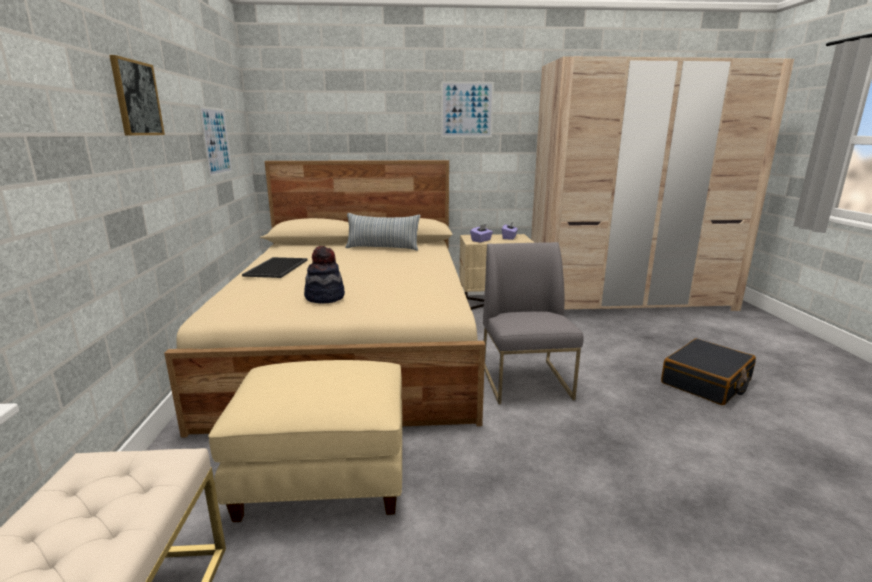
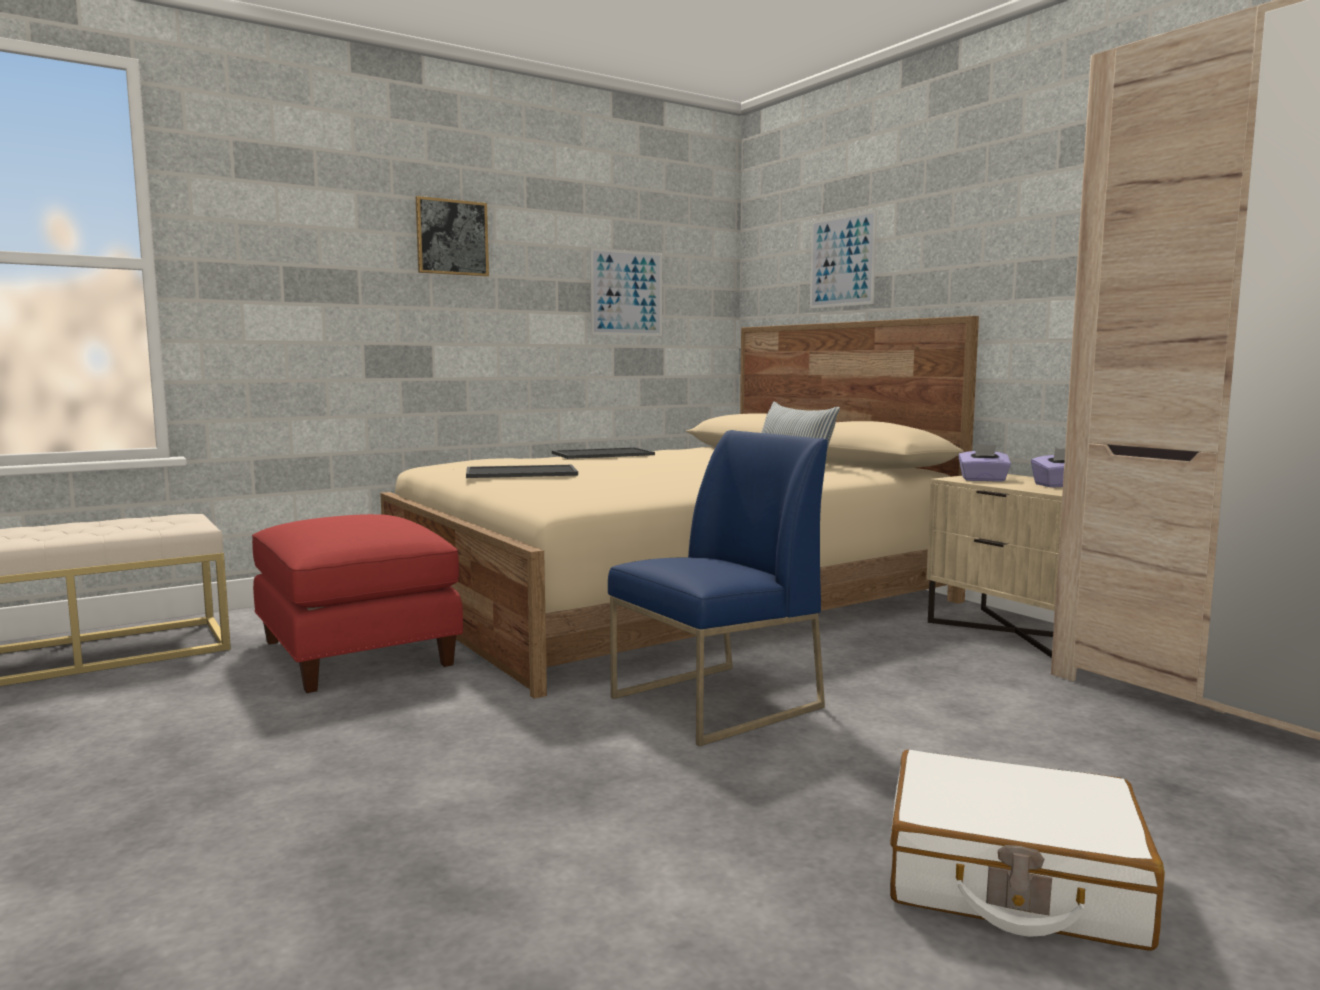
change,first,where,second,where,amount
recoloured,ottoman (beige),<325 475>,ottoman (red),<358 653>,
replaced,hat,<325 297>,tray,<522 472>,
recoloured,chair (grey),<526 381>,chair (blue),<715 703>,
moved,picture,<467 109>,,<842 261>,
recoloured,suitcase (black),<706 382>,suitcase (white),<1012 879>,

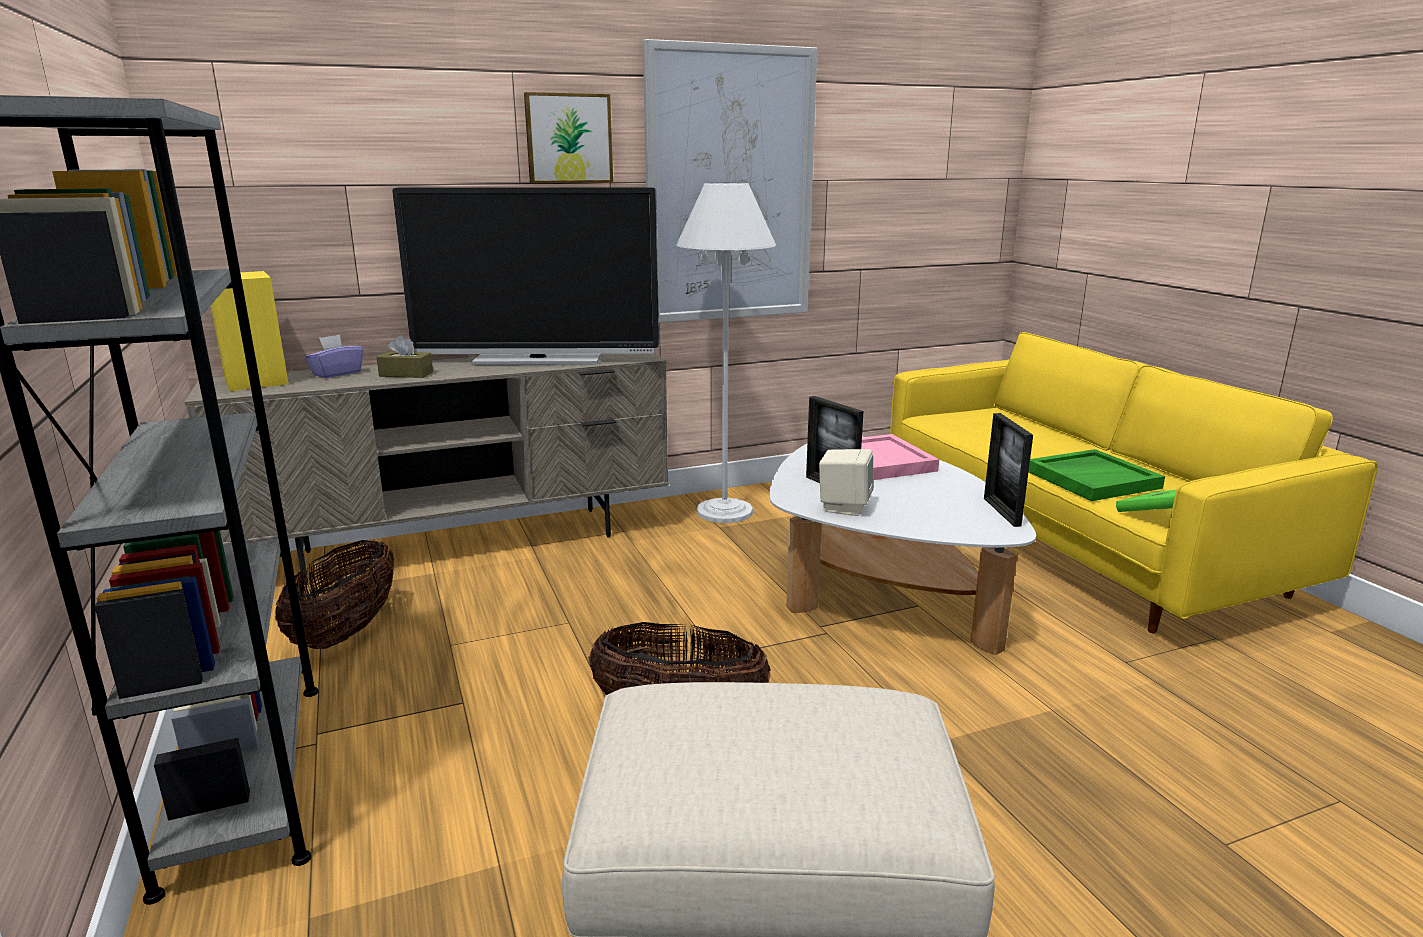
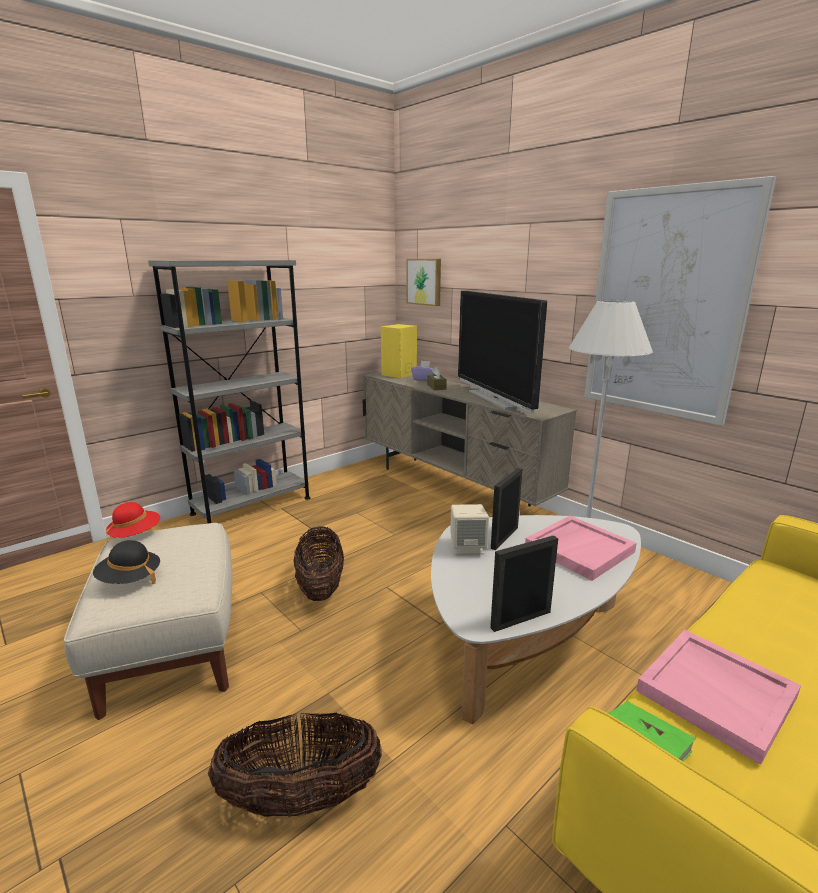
change,first,where,second,where,amount
added,,,hat (black),<129 579>,
added,,,hat (red),<135 534>,
moved,basket,<346 632>,,<301 798>,
moved,picture,<568 138>,,<425 281>,
recoloured,tray (green),<1092 479>,tray (pink),<717 694>,

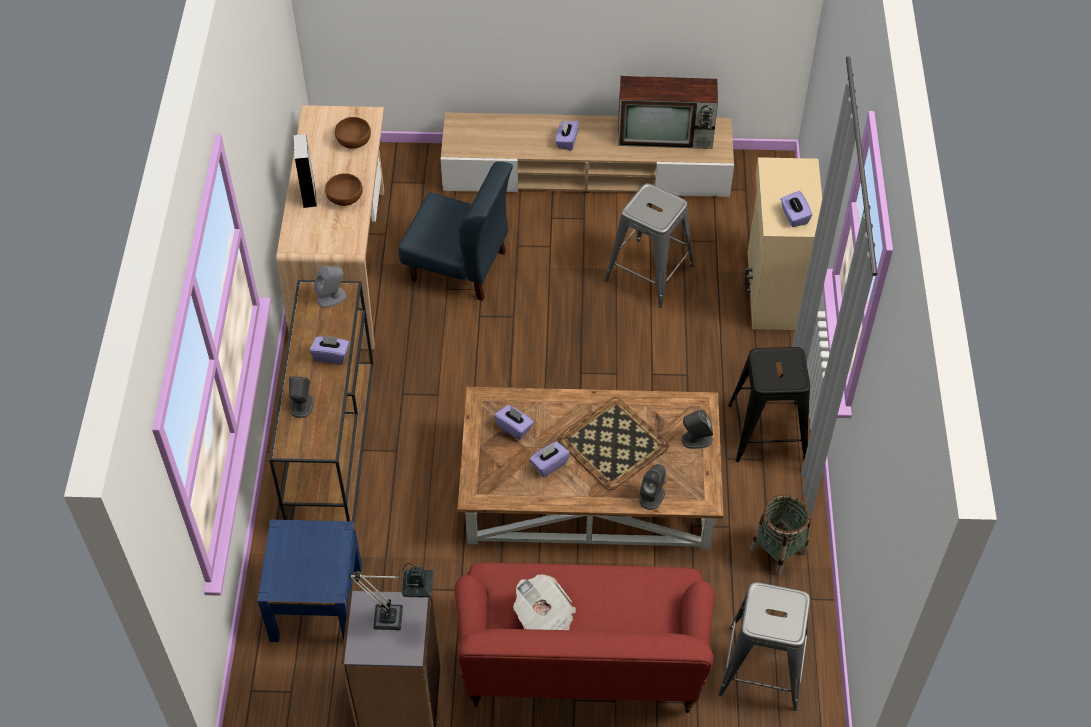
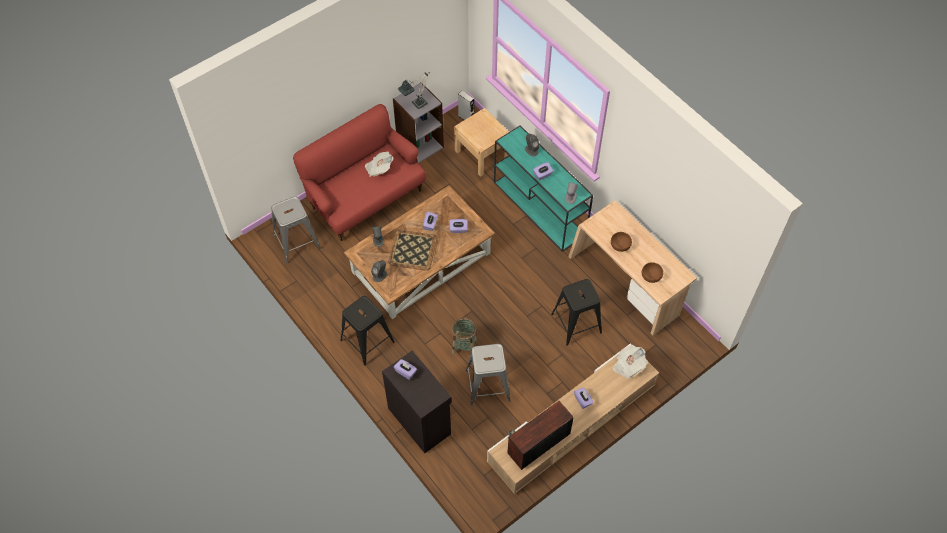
change,first,where,second,where,amount
recoloured,cabinet (beige),<774 291>,cabinet (black),<420 420>,
moved,basket,<778 551>,,<464 346>,
recoloured,nightstand (blue),<316 602>,nightstand (beige),<482 154>,
moved,speaker (grey),<309 195>,,<466 118>,
recoloured,console table (brown),<332 444>,console table (turquoise),<540 209>,
replaced,chair (blue),<459 266>,stool (black),<576 323>,
added,,,newspaper,<628 365>,

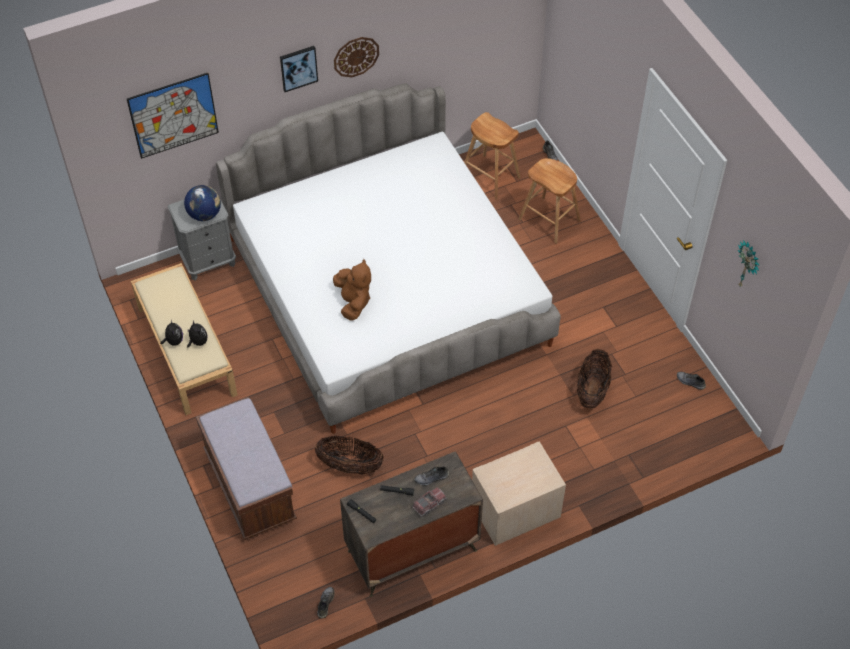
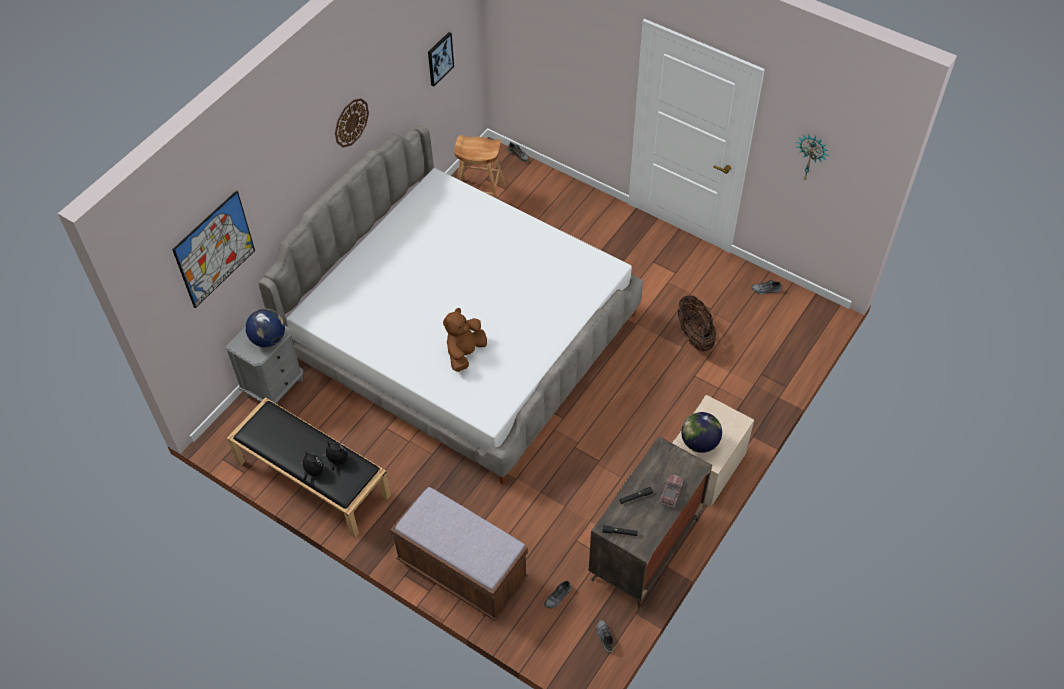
change,first,where,second,where,amount
recoloured,bench (beige),<185 350>,bench (black),<311 478>,
moved,picture,<298 68>,,<439 58>,
turned,plush toy (brown),<353 302>,,<465 353>,105 degrees counterclockwise
moved,shoe (grey),<431 478>,,<558 597>,
added,,,globe,<699 442>,
removed,basket,<350 465>,,,
removed,stool (brown),<549 220>,,,

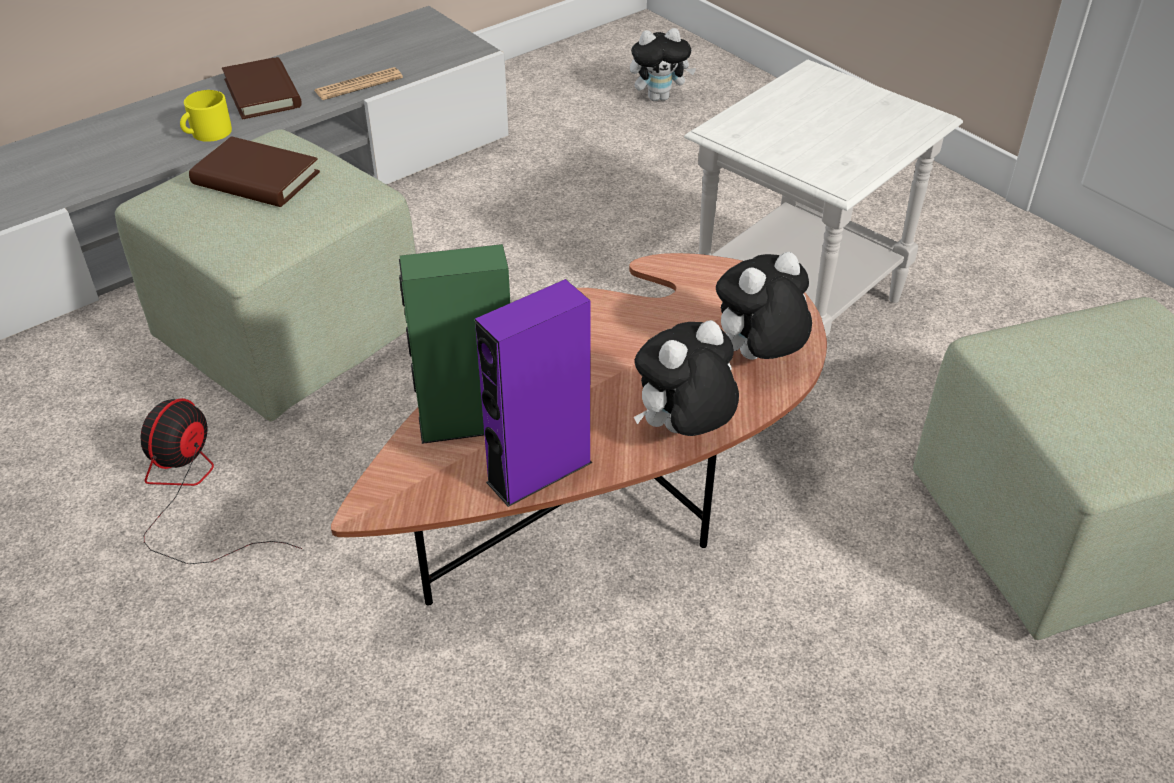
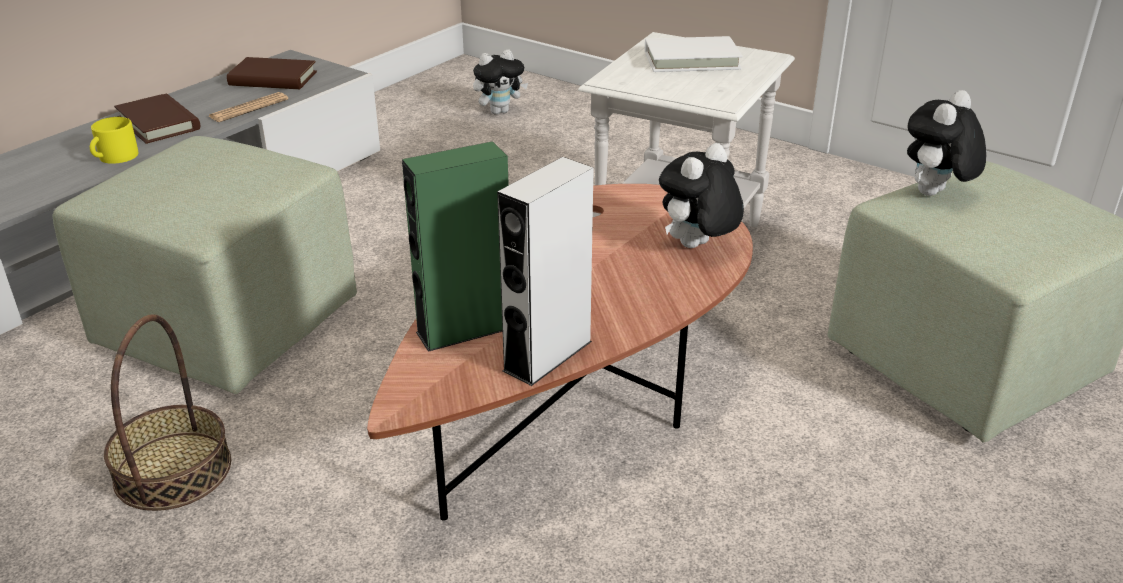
change,first,where,second,where,amount
replaced,fan,<192 494>,basket,<172 470>,
moved,book (brown),<256 179>,,<273 79>,
recoloured,speaker (purple),<539 472>,speaker (grey),<547 355>,
added,,,book (white),<691 60>,
moved,plush toy,<683 432>,,<934 195>,

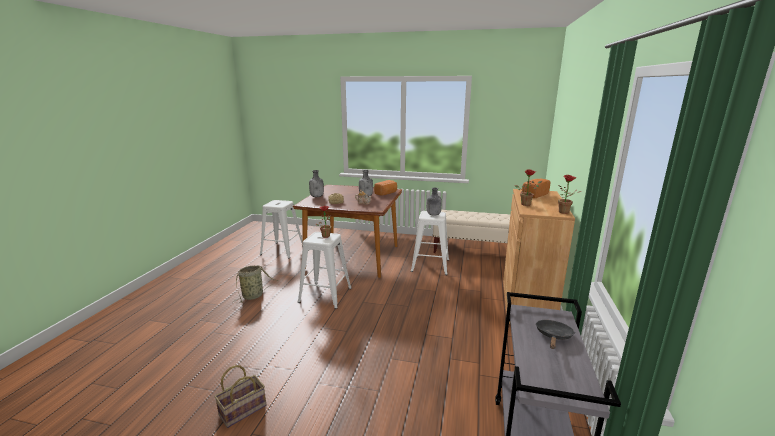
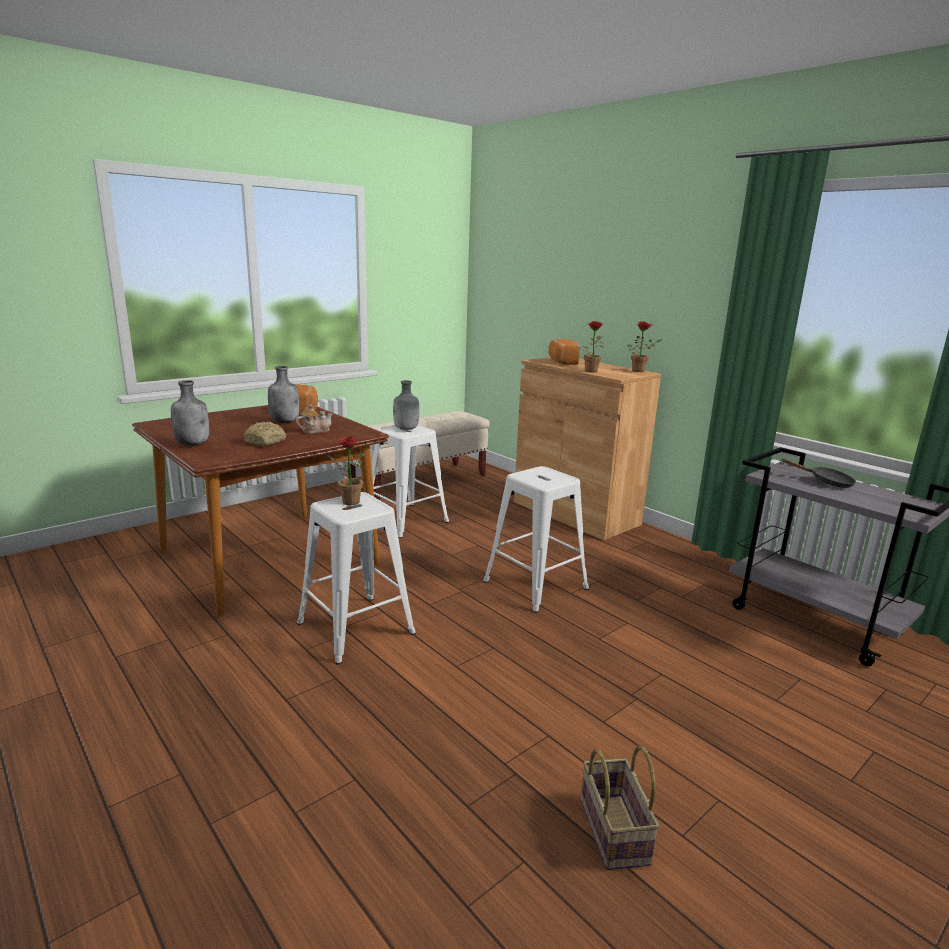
change,first,where,second,where,amount
moved,stool (white),<282 249>,,<534 585>,
turned,frying pan (black),<553 336>,,<826 482>,150 degrees clockwise
removed,basket,<254 295>,,,

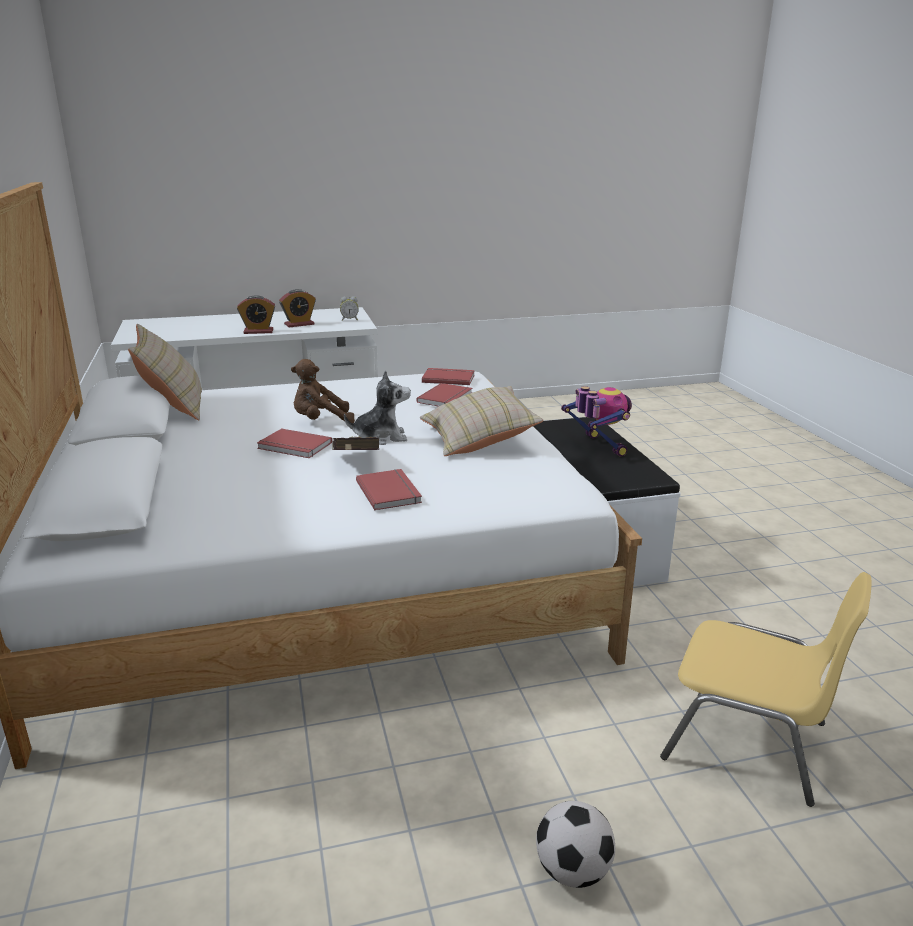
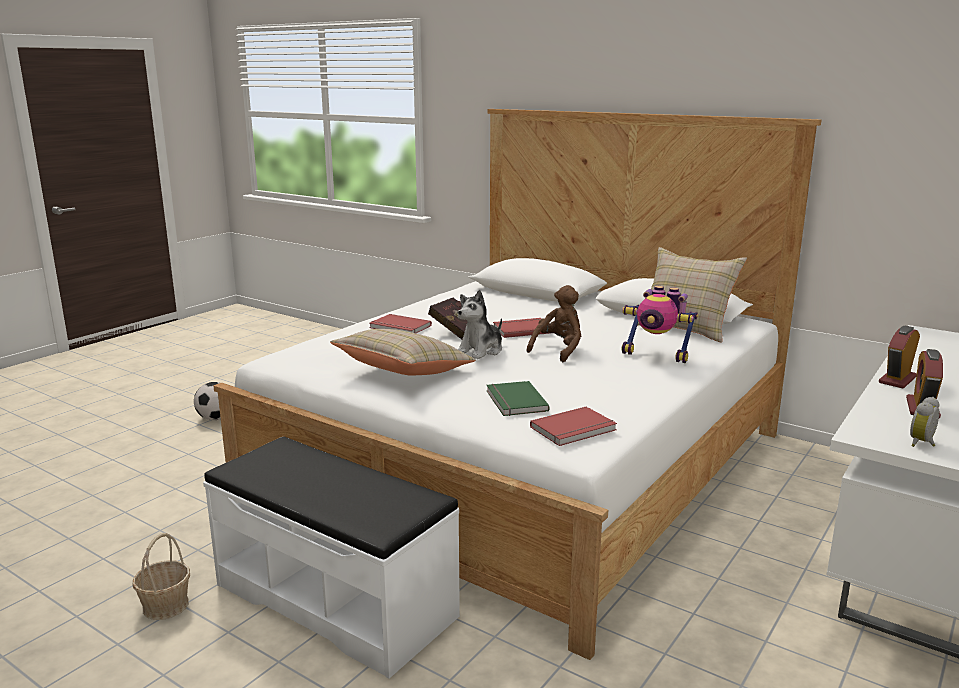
change,first,where,second,where,amount
added,,,basket,<165 606>,
recoloured,book (red),<446 398>,book (green),<514 401>,
moved,toy robot,<597 447>,,<656 355>,
removed,chair (yellow),<748 741>,,,

